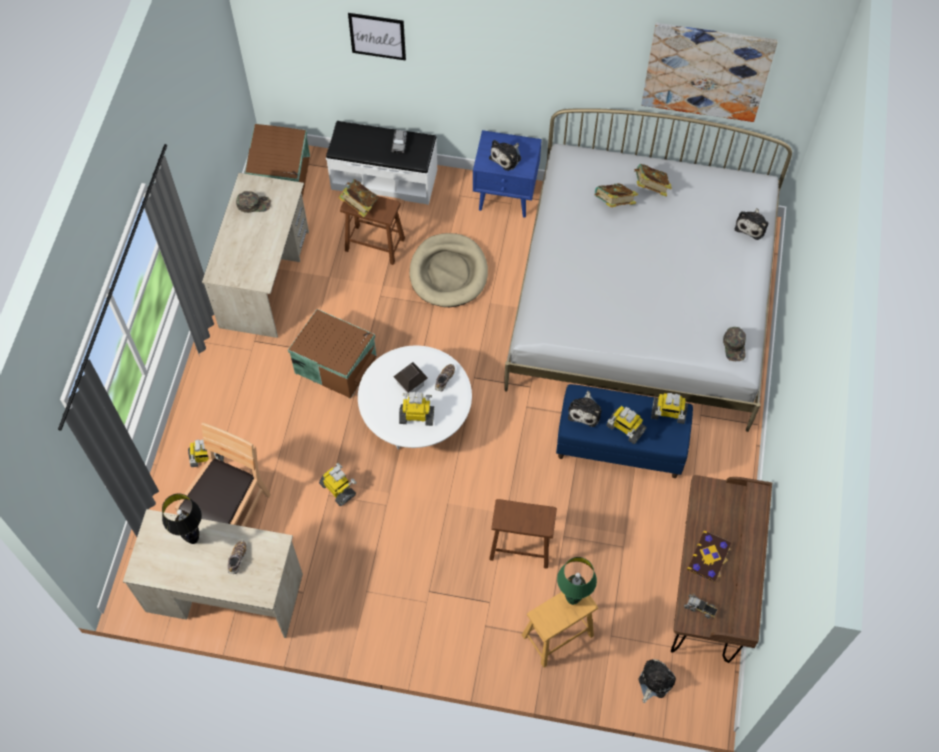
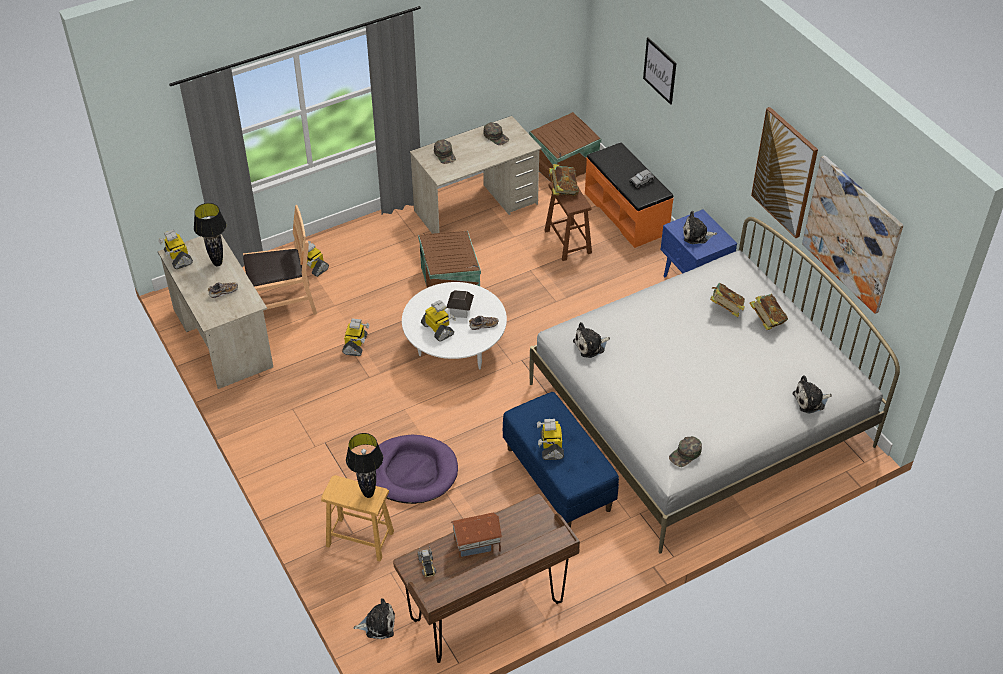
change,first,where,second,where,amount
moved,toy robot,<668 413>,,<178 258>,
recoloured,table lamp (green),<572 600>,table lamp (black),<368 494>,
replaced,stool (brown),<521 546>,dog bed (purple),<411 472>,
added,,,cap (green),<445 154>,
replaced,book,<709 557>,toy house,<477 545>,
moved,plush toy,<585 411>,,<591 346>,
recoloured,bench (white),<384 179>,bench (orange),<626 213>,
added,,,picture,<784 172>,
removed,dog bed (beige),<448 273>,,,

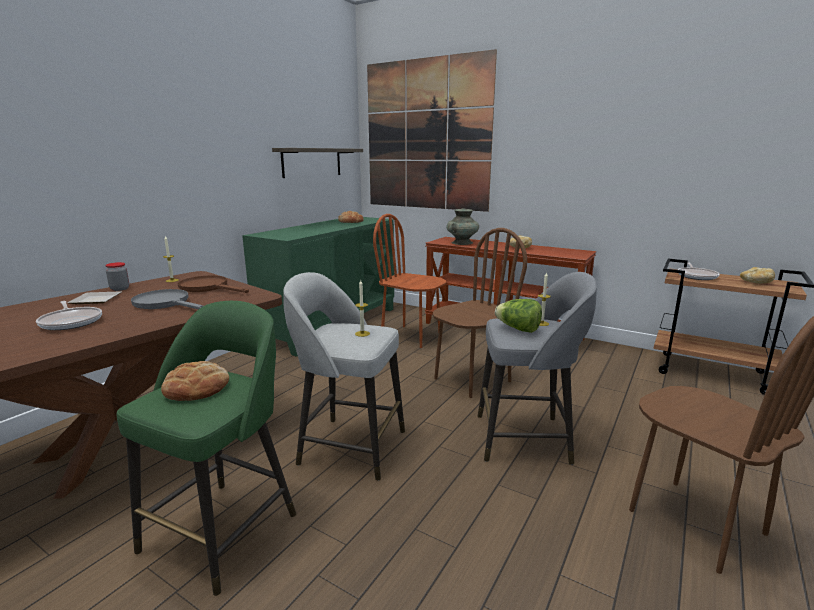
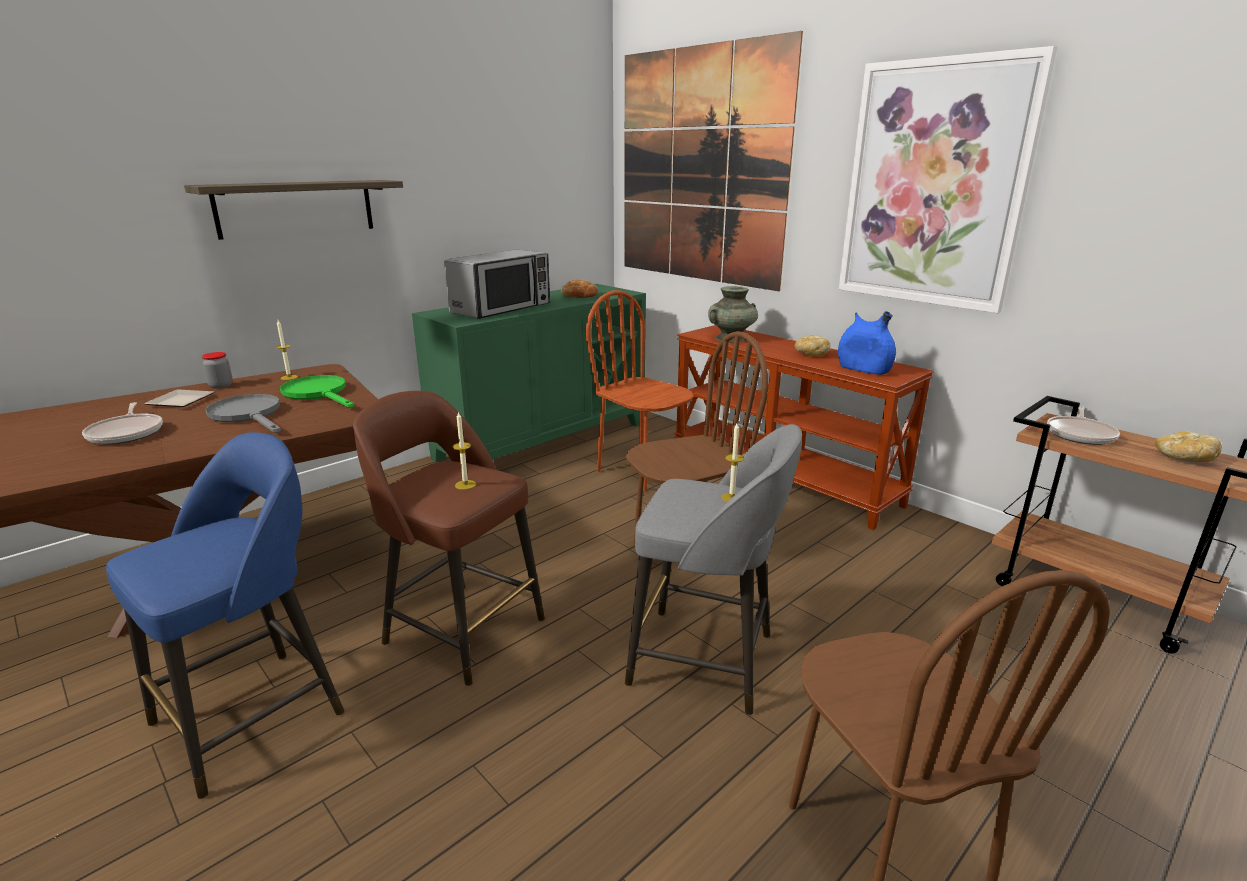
change,first,where,second,where,amount
recoloured,stool (green),<224 529>,stool (blue),<254 714>,
moved,shelf,<312 162>,,<296 208>,
recoloured,frying pan (brown),<209 288>,frying pan (green),<319 394>,
recoloured,stool (grey),<349 446>,stool (brown),<461 629>,
added,,,microwave,<502 308>,
added,,,vase (blue),<863 370>,
added,,,picture,<934 185>,
removed,bread,<196 388>,,,
removed,lettuce,<518 329>,,,

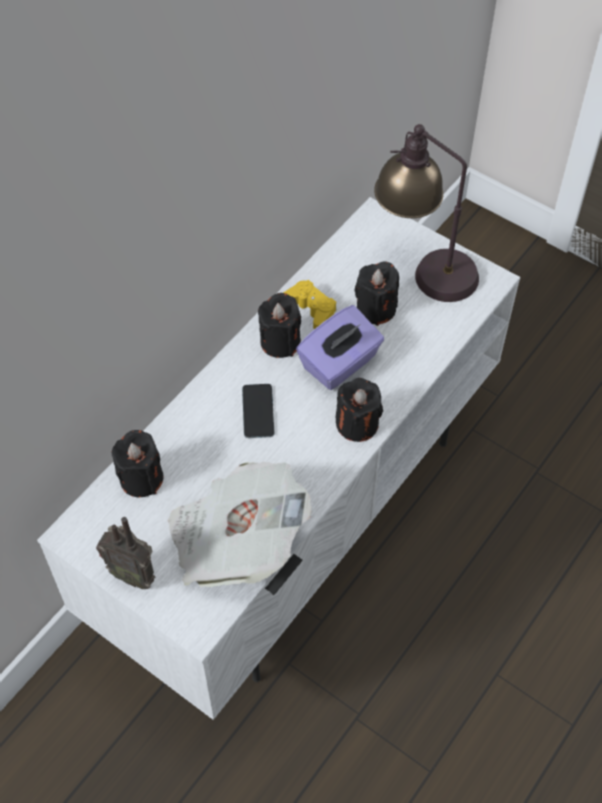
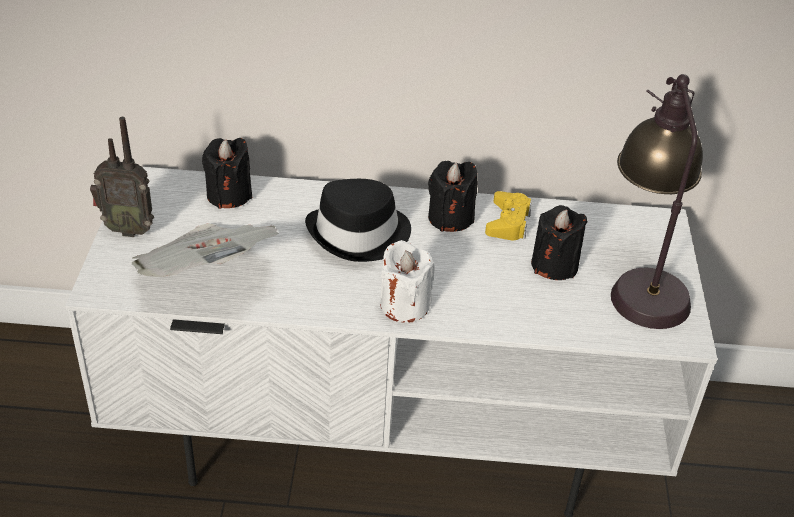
change,first,where,second,where,amount
turned,radio,<133 574>,,<128 229>,75 degrees counterclockwise
replaced,phone,<258 411>,hat (black),<359 234>,
recoloured,candle (black),<357 424>,candle (white),<404 305>,
removed,tissue box (purple),<340 364>,,,

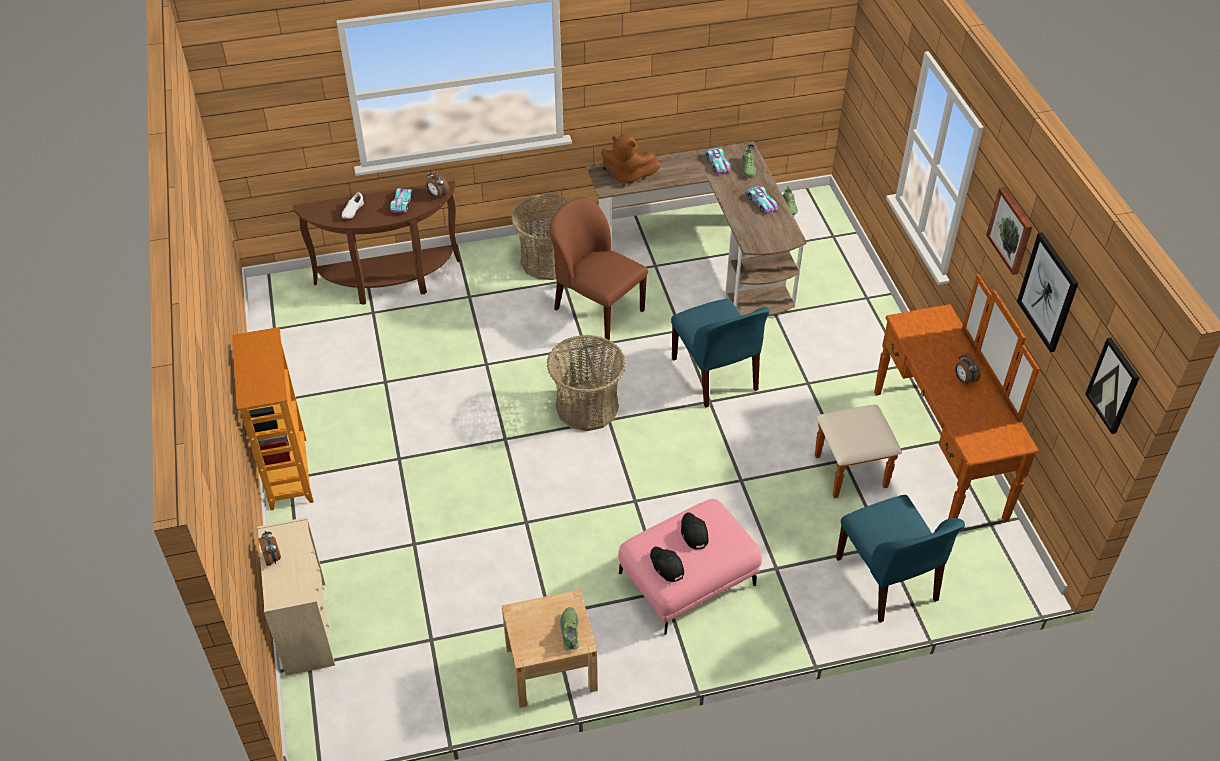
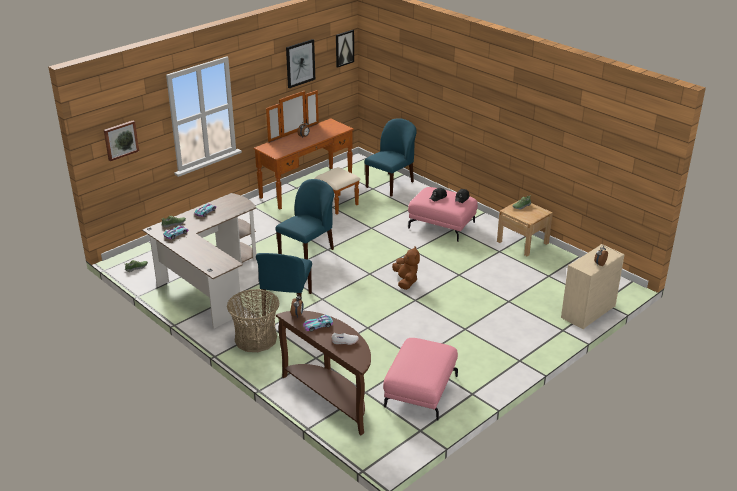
change,first,where,second,where,amount
moved,picture,<1011 230>,,<120 140>,
recoloured,chair (brown),<597 309>,chair (blue),<286 305>,
added,,,ottoman (pink),<420 391>,
moved,plush toy (brown),<627 176>,,<406 281>,
removed,bookcase,<287 473>,,,
removed,basket,<587 407>,,,

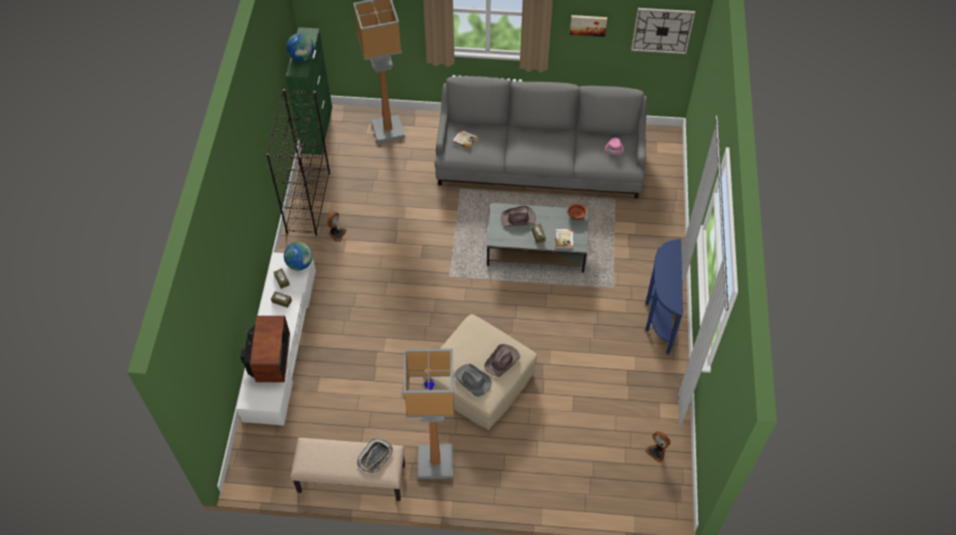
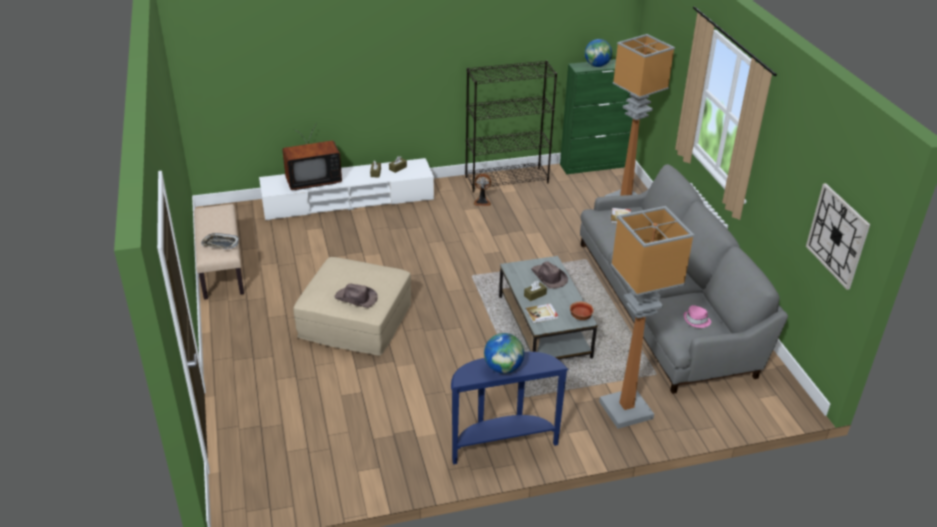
change,first,where,second,where,amount
moved,globe,<300 264>,,<503 368>,
moved,floor lamp,<435 463>,,<624 409>,
removed,hat (grey),<473 381>,,,
removed,picture,<588 24>,,,
removed,fan,<657 451>,,,

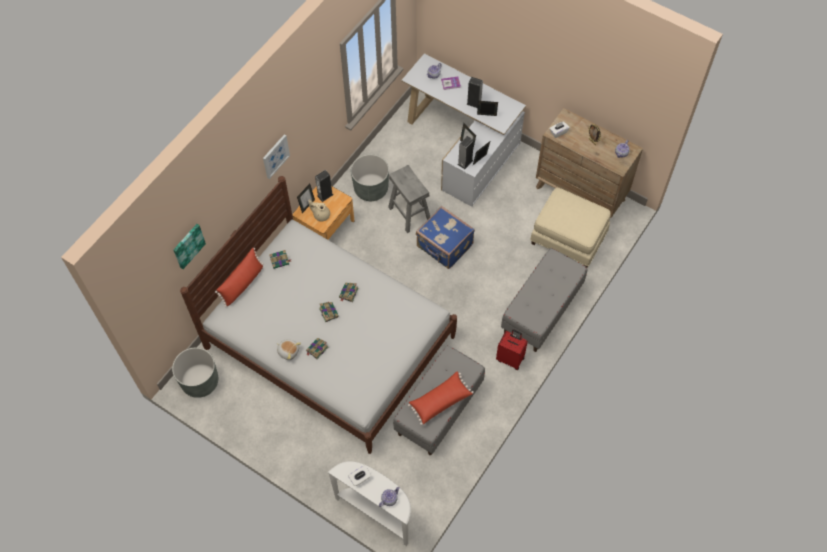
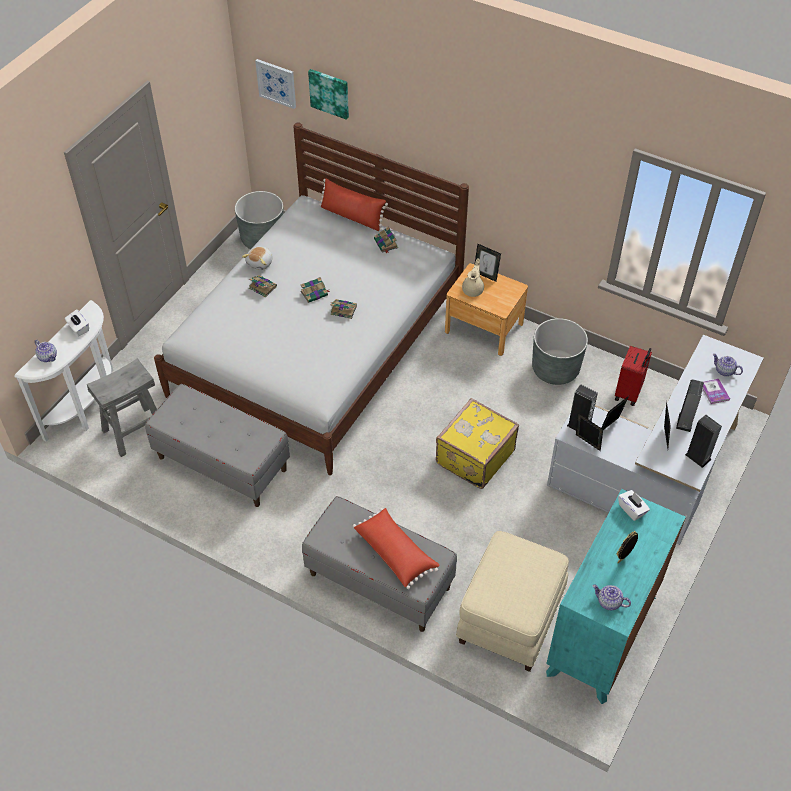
change,first,where,second,where,amount
moved,stool (grey),<409 213>,,<134 430>,
moved,picture,<275 156>,,<276 83>,
moved,pillow (red),<440 401>,,<395 552>,
recoloured,suitcase (blue),<444 246>,suitcase (yellow),<473 456>,
recoloured,dresser (brown),<580 193>,dresser (turquoise),<602 634>,
moved,suitcase (red),<510 358>,,<629 393>,
moved,speaker,<325 195>,,<698 457>,

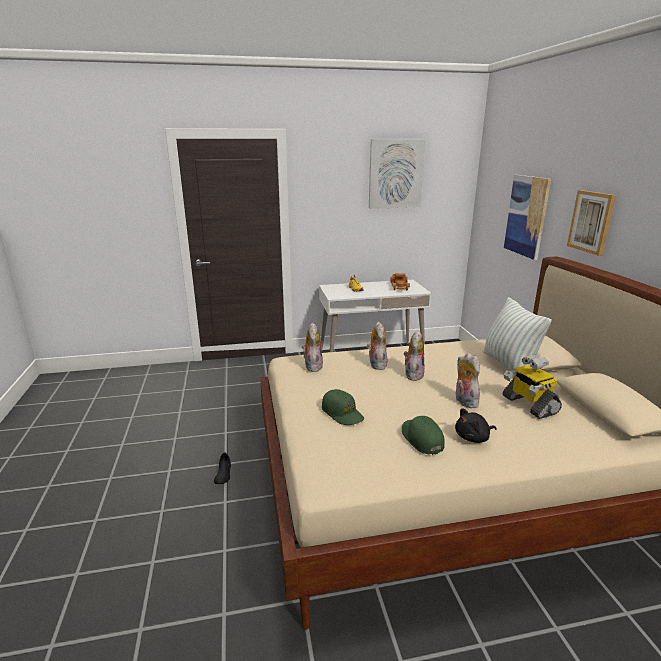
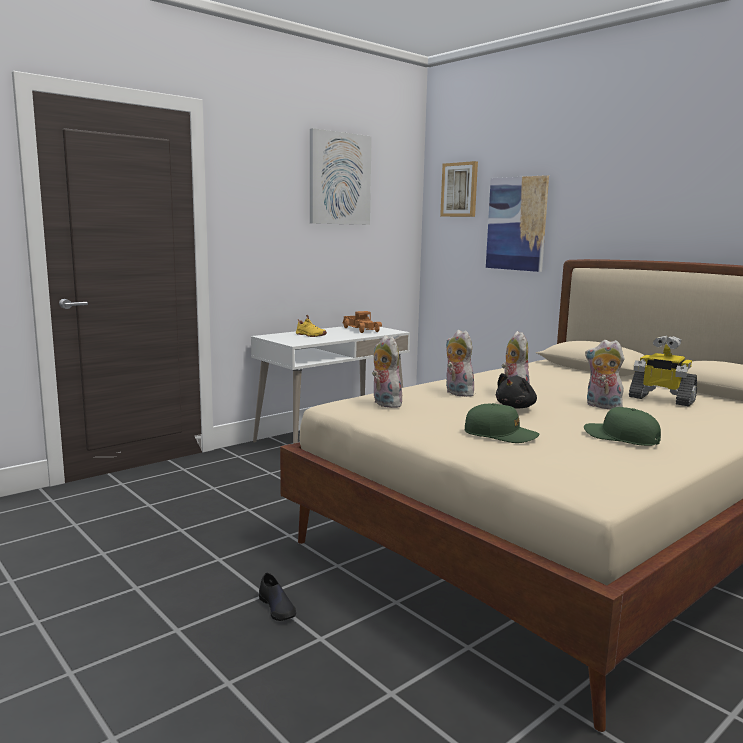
change,first,where,second,where,amount
moved,picture,<591 222>,,<459 189>,
moved,plush toy (black),<473 438>,,<516 407>,
removed,pillow,<508 365>,,,

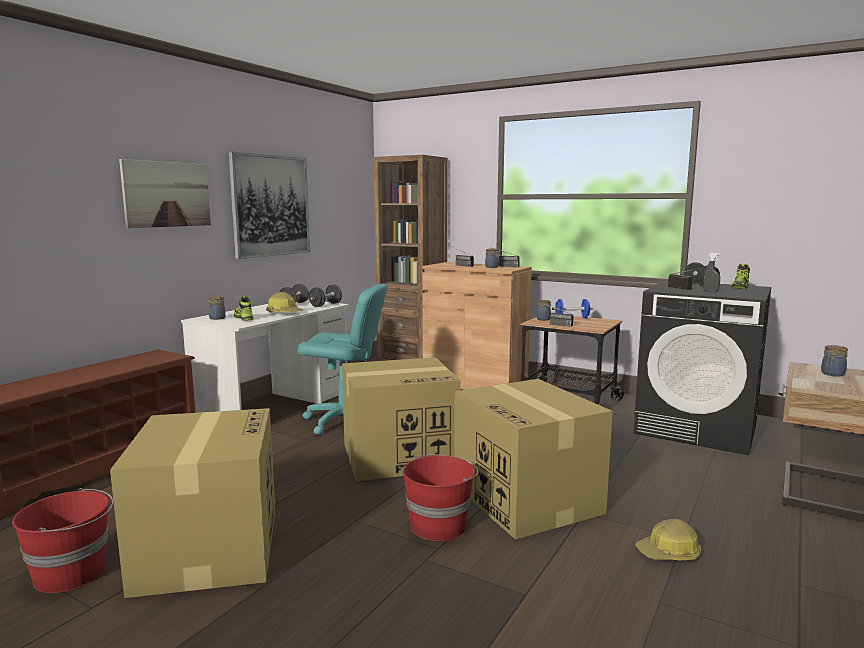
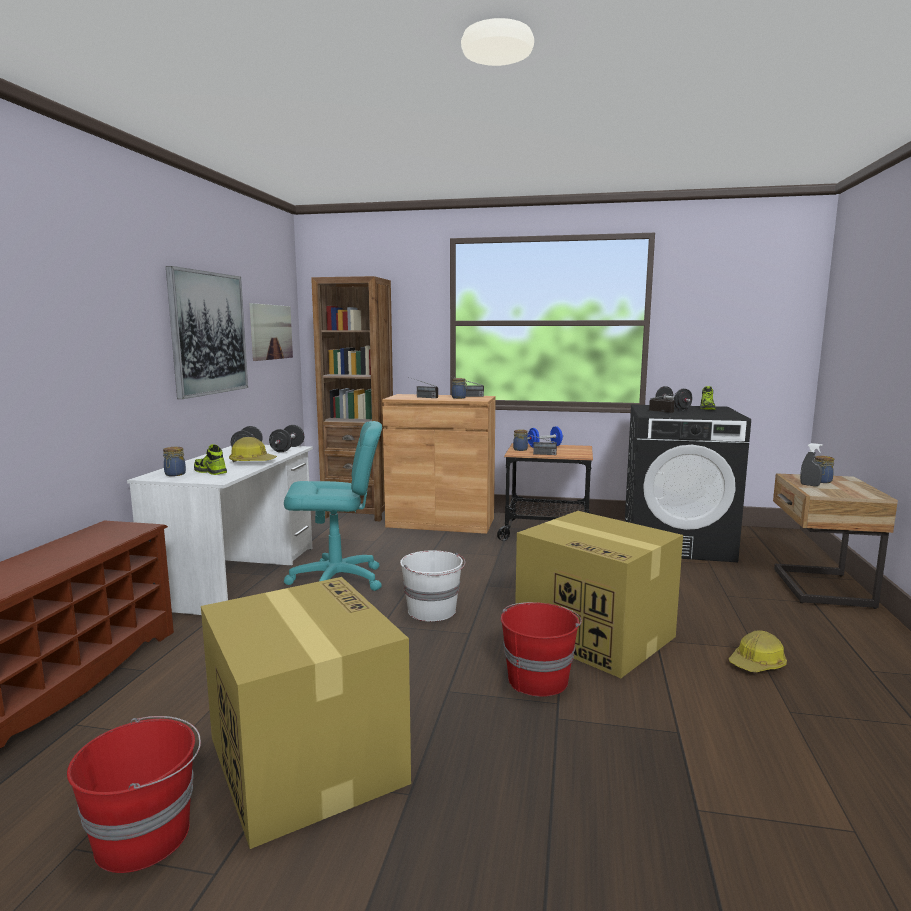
change,first,where,second,where,amount
moved,picture,<167 194>,,<271 332>,
replaced,cardboard box,<400 456>,bucket (white),<432 611>,
moved,spray bottle (grey),<710 291>,,<809 485>,

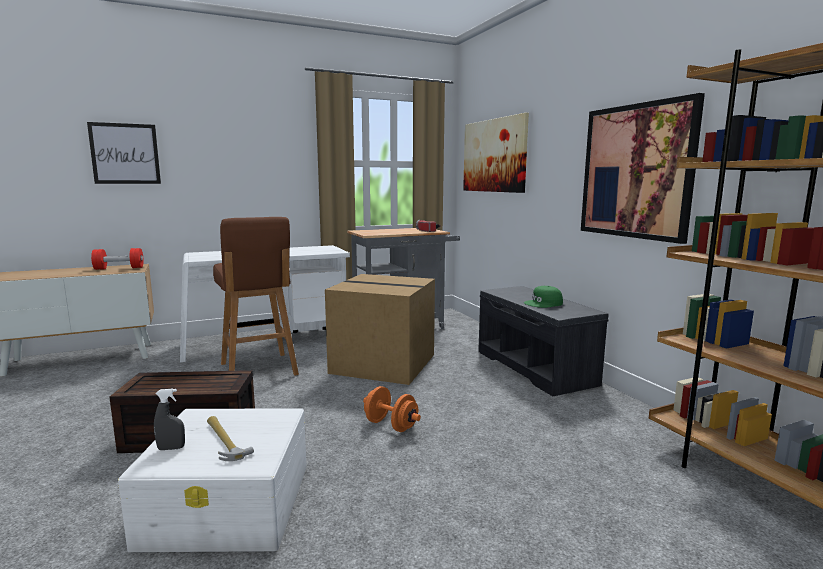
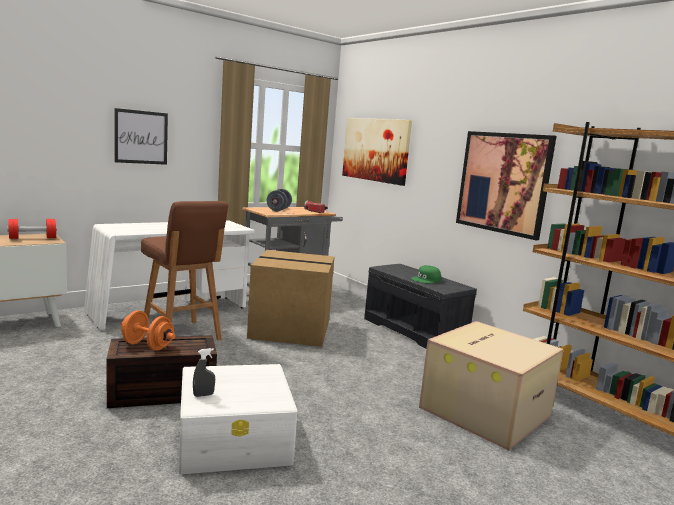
change,first,where,second,where,amount
moved,picture,<125 154>,,<141 137>,
moved,dumbbell (orange),<391 425>,,<147 346>,
added,,,dumbbell (grey),<278 210>,
added,,,cardboard box,<484 410>,
removed,hammer,<224 440>,,,

